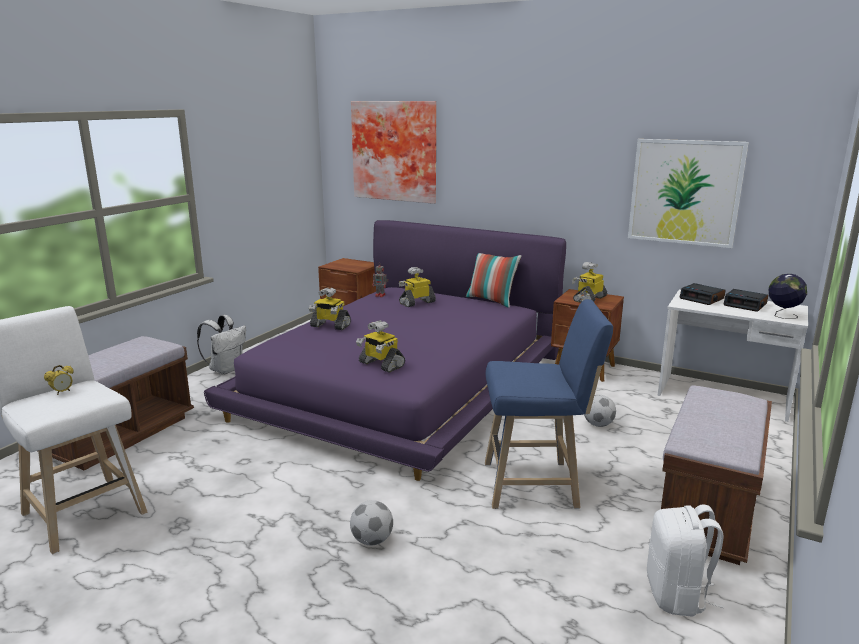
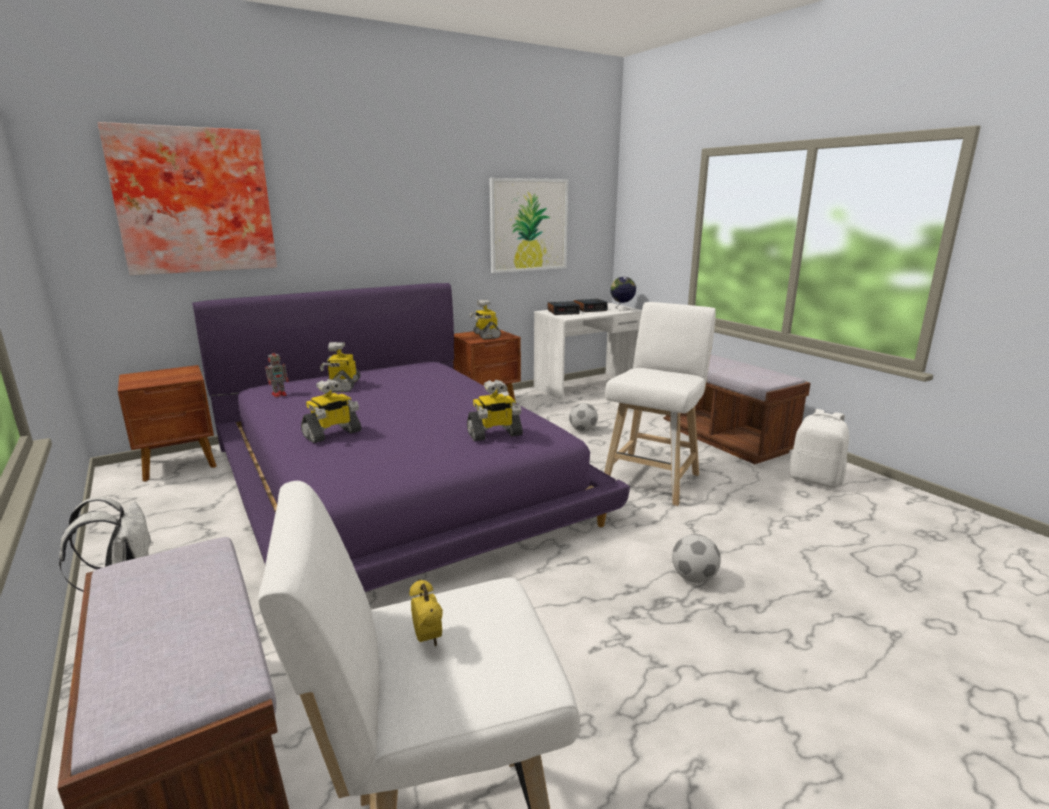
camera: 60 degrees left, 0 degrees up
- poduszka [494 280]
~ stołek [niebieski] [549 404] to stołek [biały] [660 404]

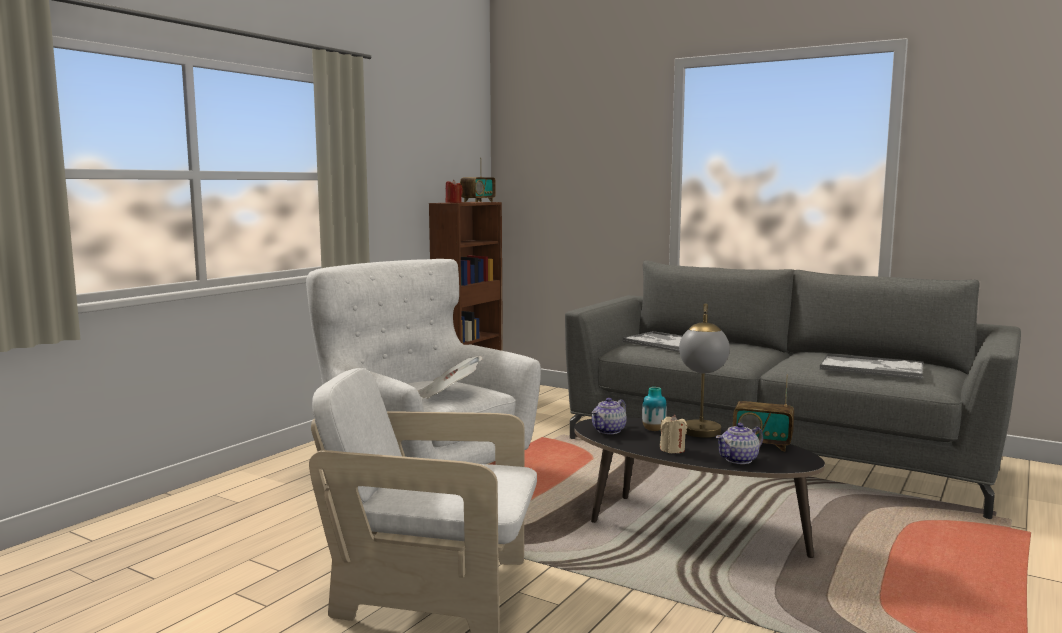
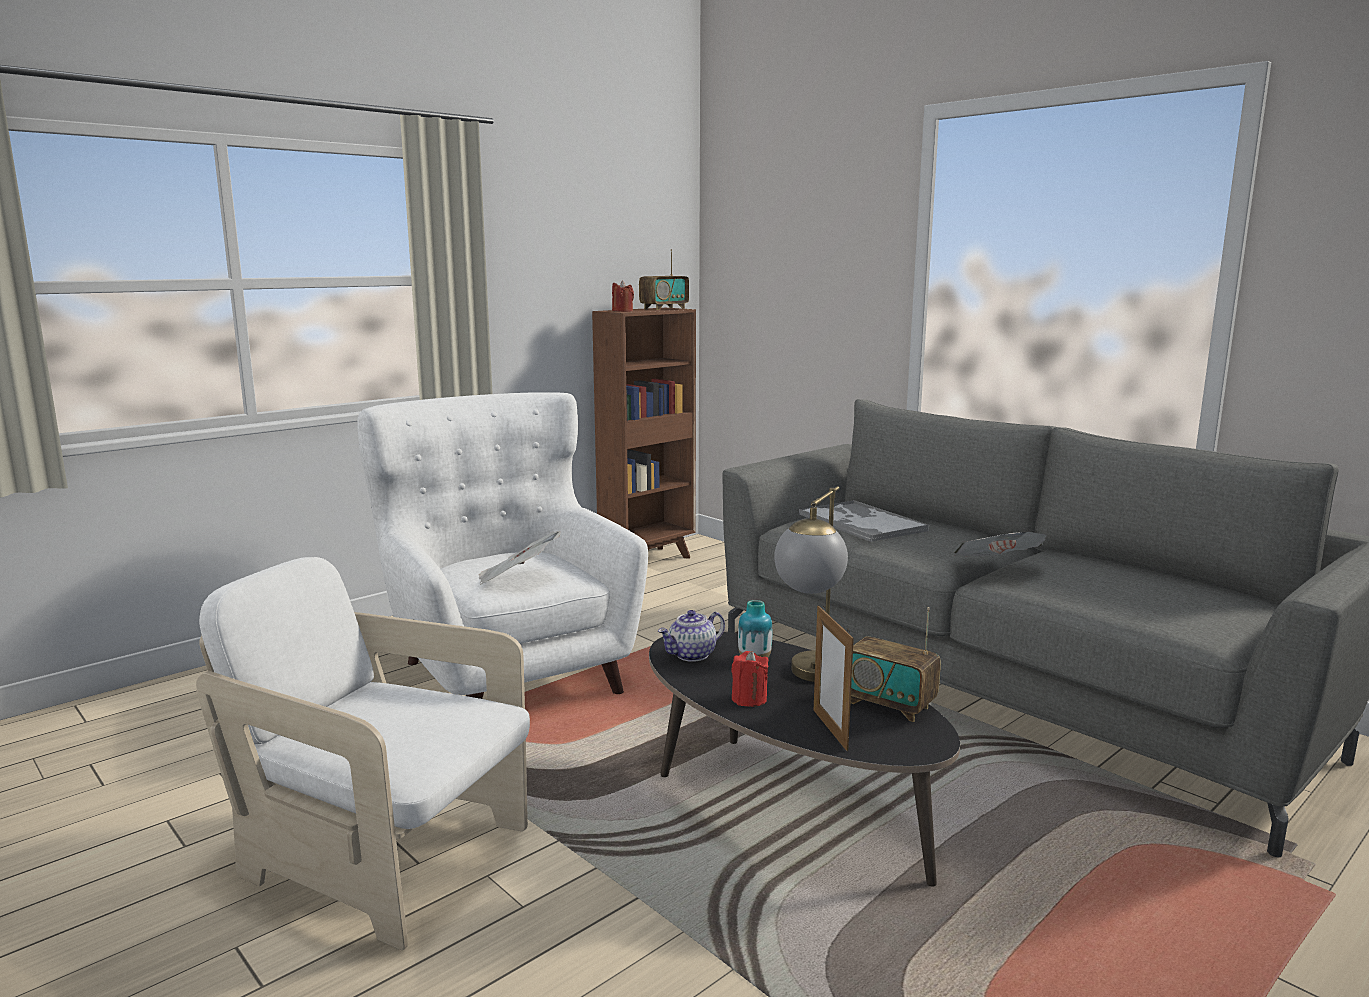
camera: 15 degrees right, 5 degrees up
~ świeca [beżowy] [673 434] to świeca [czerwony] [750 679]
~ imbryk [739 443] to ramka na zdjęcie [834 678]
- taca [871 366]
+ gazeta [999 544]

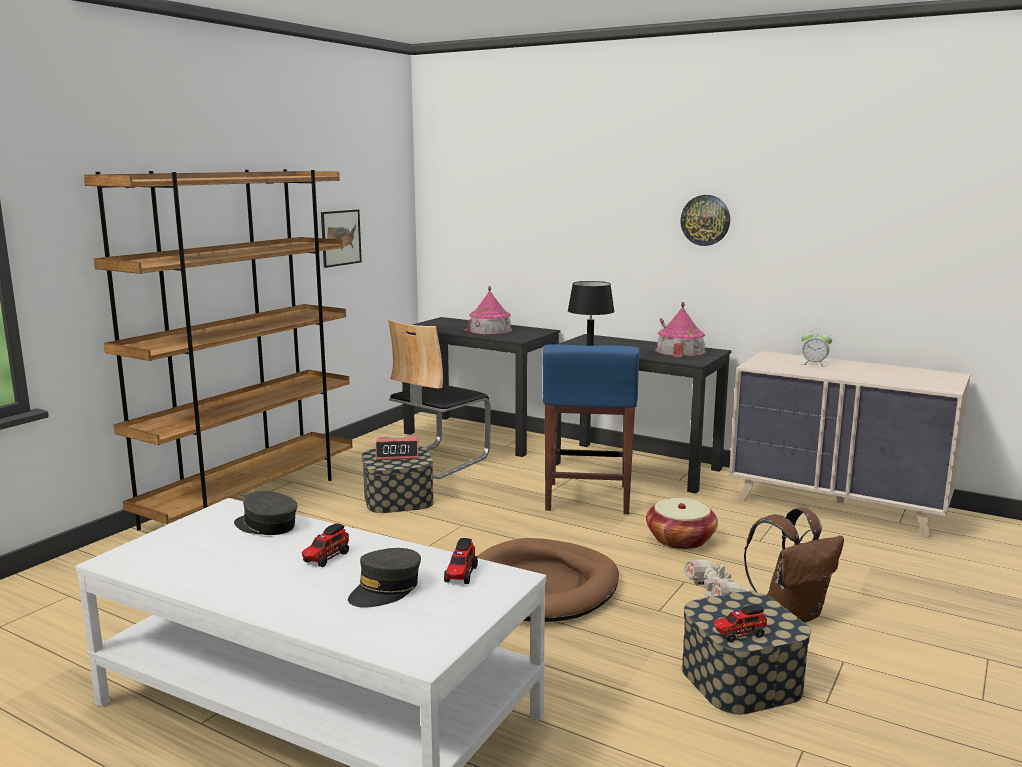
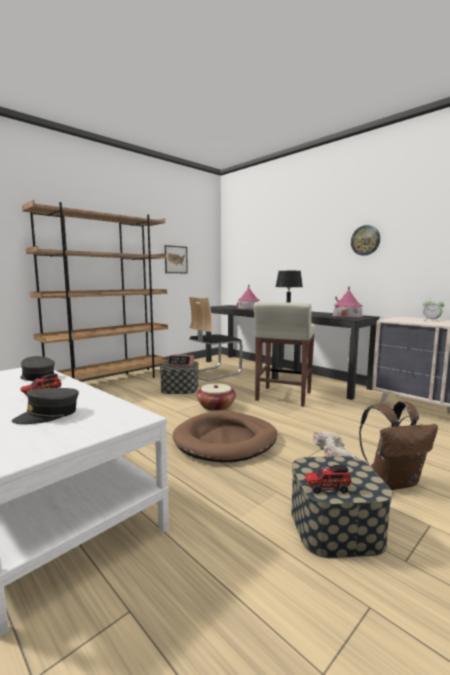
camera: 15 degrees right, 5 degrees down
- ciężarówka zabawkowa [461 561]
~ stołek [niebieski] [591 429] to stołek [beżowy] [285 354]
~ koszyk [682 523] to [216 397]

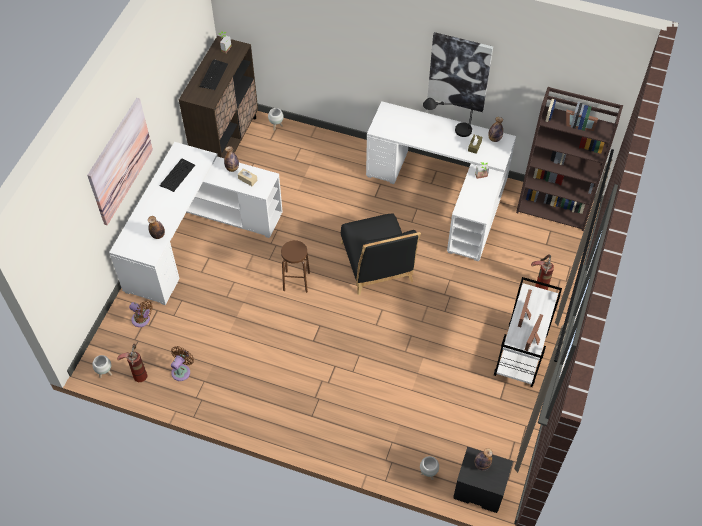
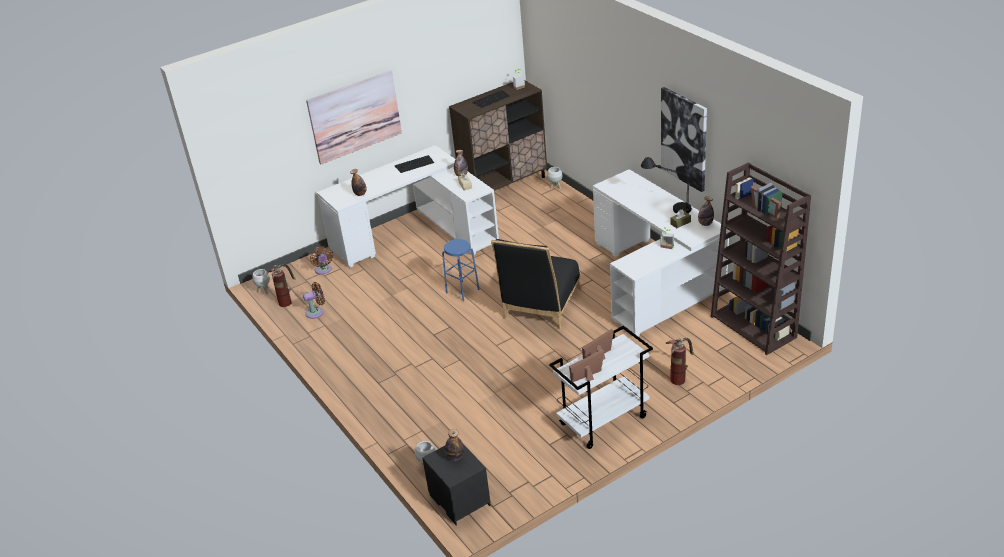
camera: 40 degrees right, 20 degrees down
~ stołek [brązowy] [295 266] to stołek [niebieski] [461 270]

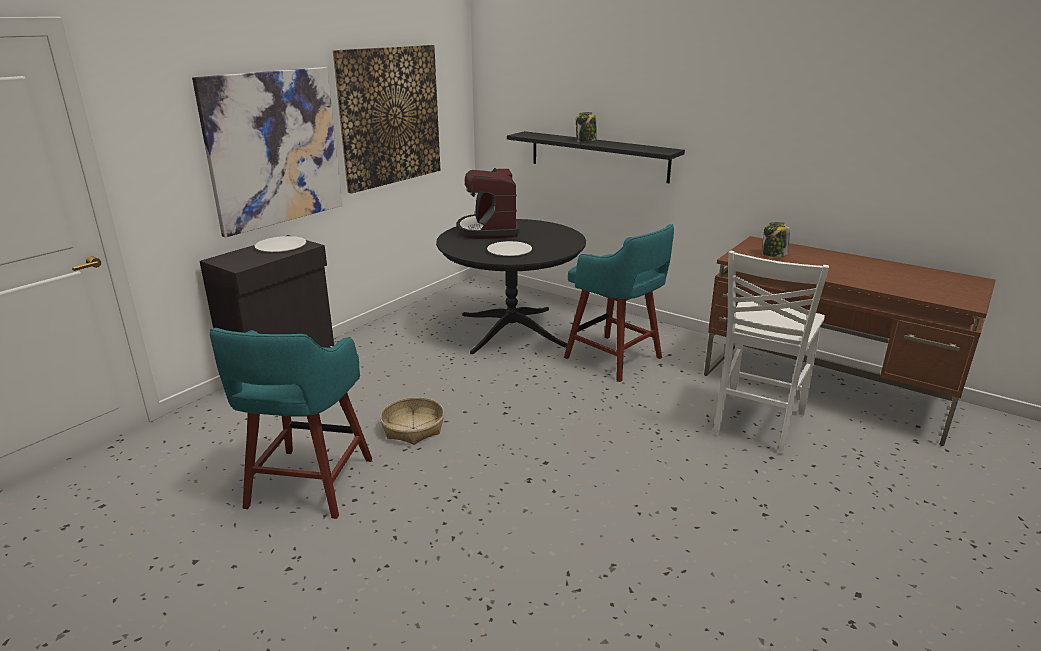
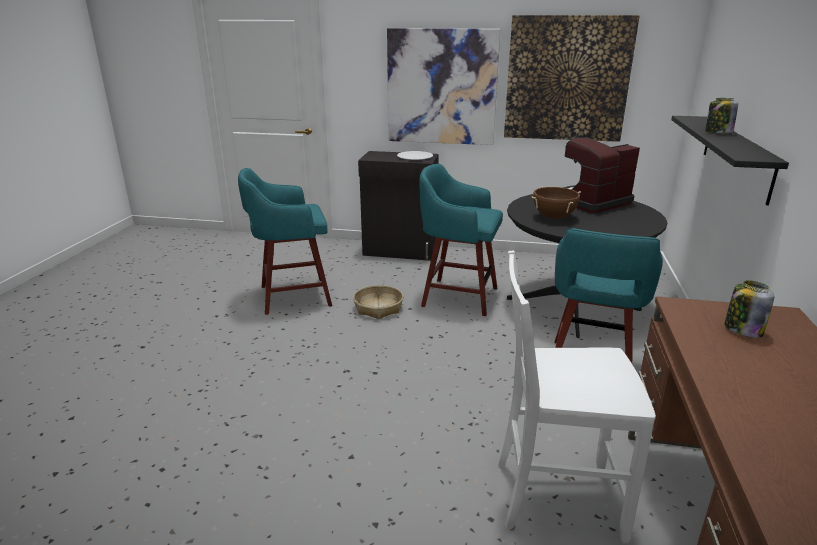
camera: 65 degrees right, 0 degrees up
~ talerz [biały] [509 248] to garnek [brązowy] [556 203]
+ stołek [turkusowy] [461 240]

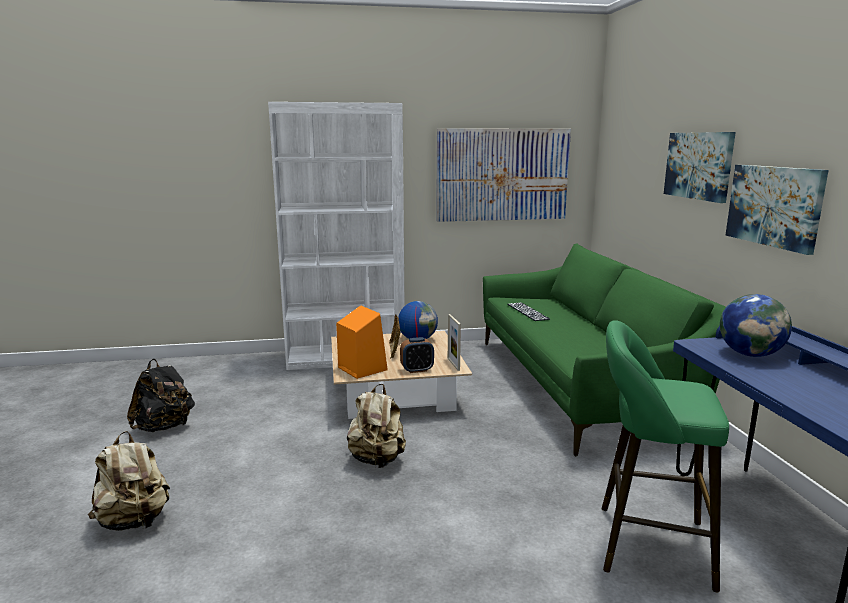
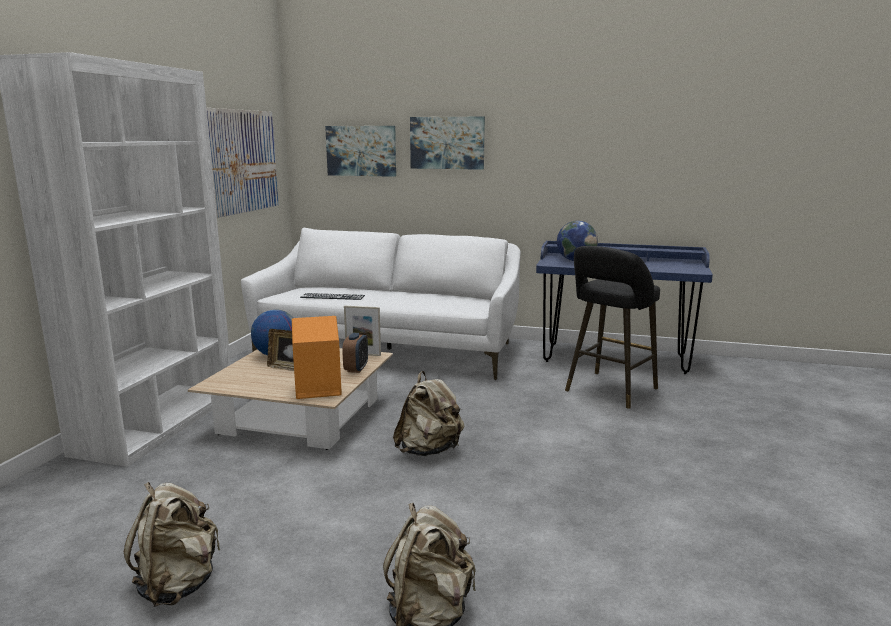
camera: 65 degrees left, 0 degrees up
~ plecak [czarny] [161 395] to plecak [beżowy] [172 544]
~ kanapa [zielony] [604 349] to kanapa [biały] [381 304]
~ stołek [zielony] [665 456] to stołek [czarny] [612 327]
~ obraz [777 210] to [360 151]

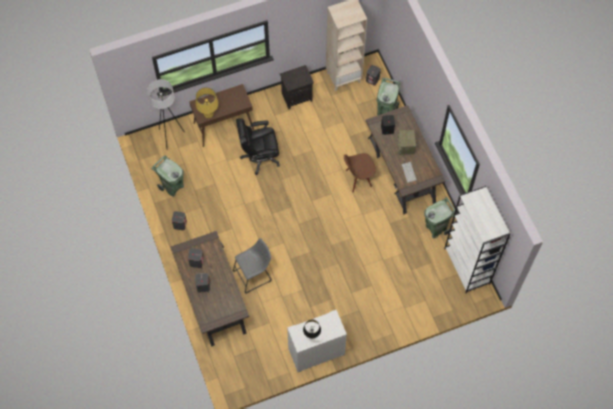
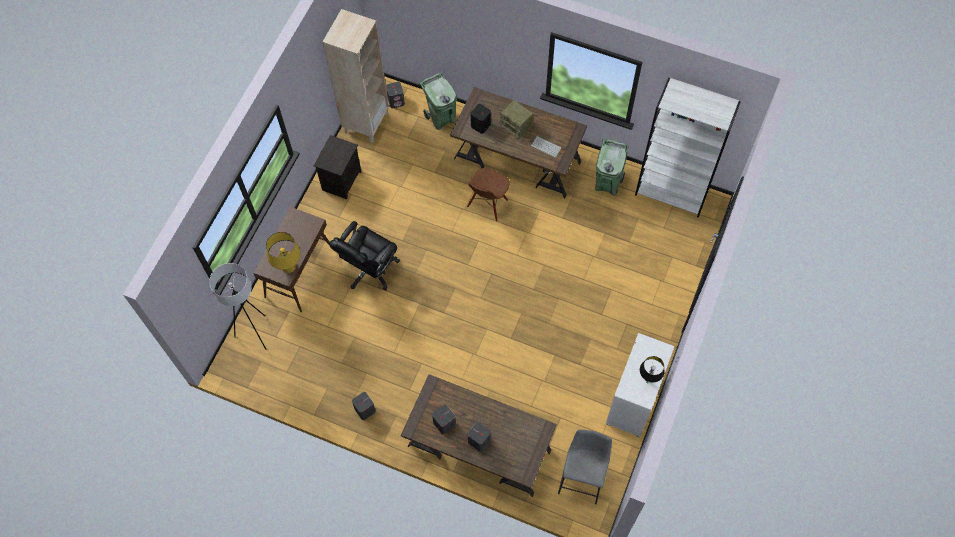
camera: 45 degrees left, 0 degrees up
- kosz na śmieci [zielony] [167 176]
~ stołek [szary] [252 266] to [585 467]

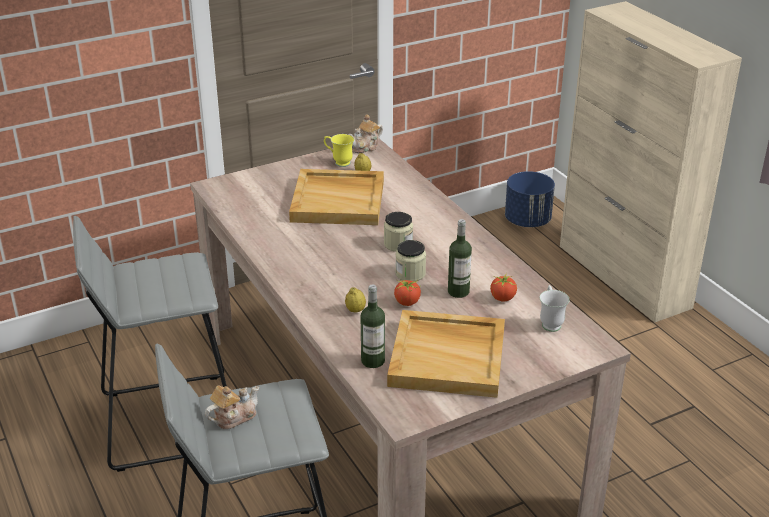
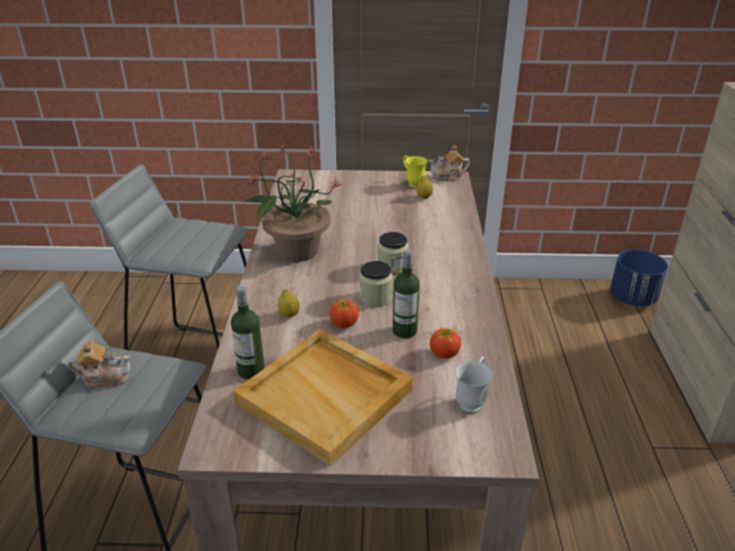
camera: 30 degrees right, 0 degrees up
- taca [beżowy] [336 197]
+ roślina doniczkowa [293 202]

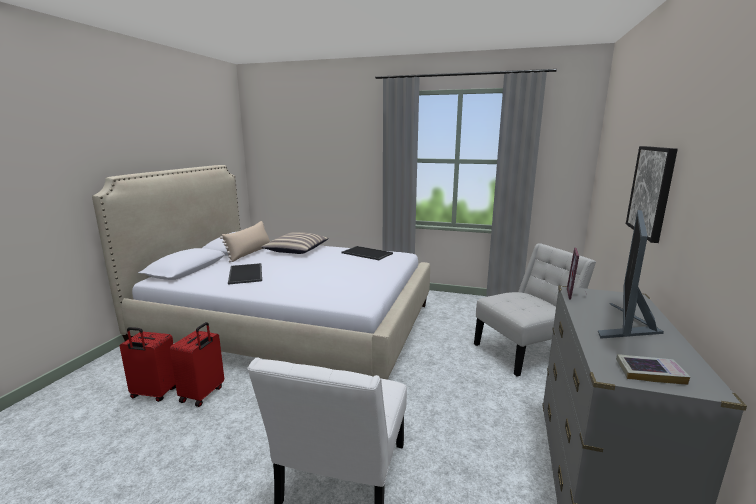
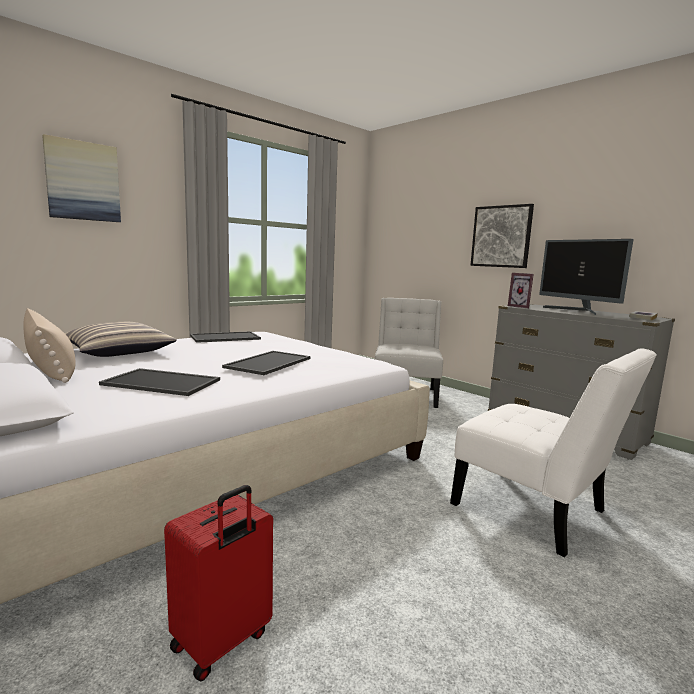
camera: 60 degrees left, 5 degrees down
- walizka [czerwony] [197 364]
+ obraz [81 178]
+ taca [266 363]

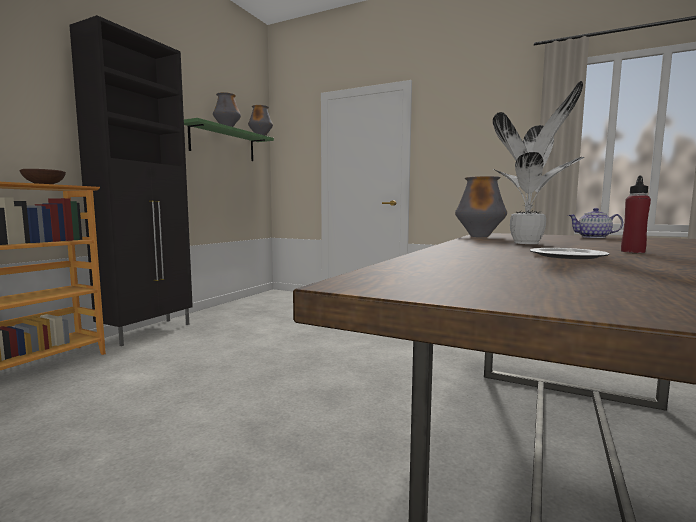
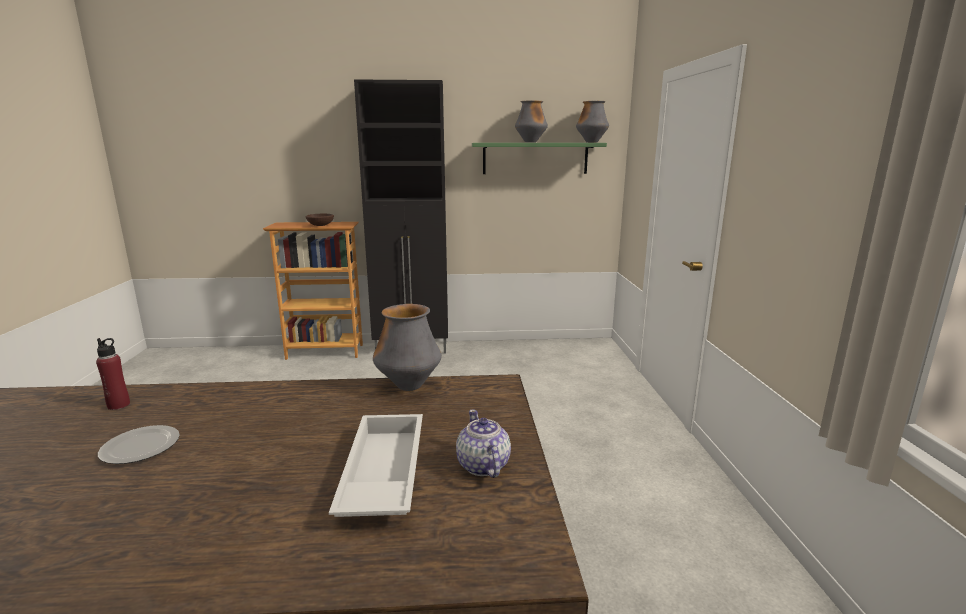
camera: 60 degrees right, 10 degrees up
- roślina doniczkowa [538 162]
~ butelka [czerwony] [636 214] to [113 374]
+ taca [biały] [376 465]

